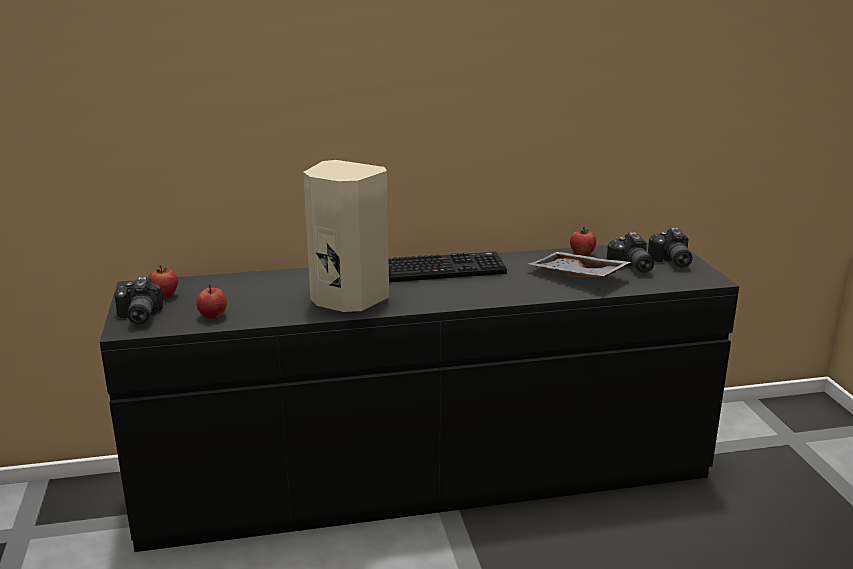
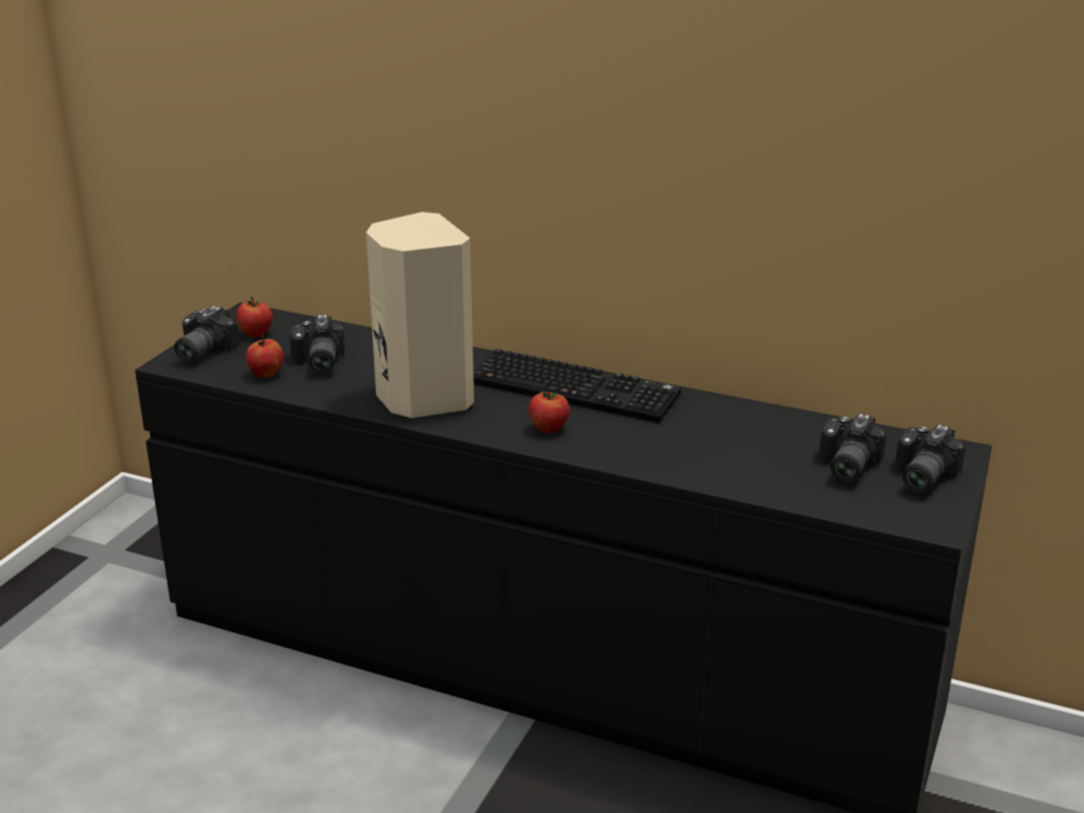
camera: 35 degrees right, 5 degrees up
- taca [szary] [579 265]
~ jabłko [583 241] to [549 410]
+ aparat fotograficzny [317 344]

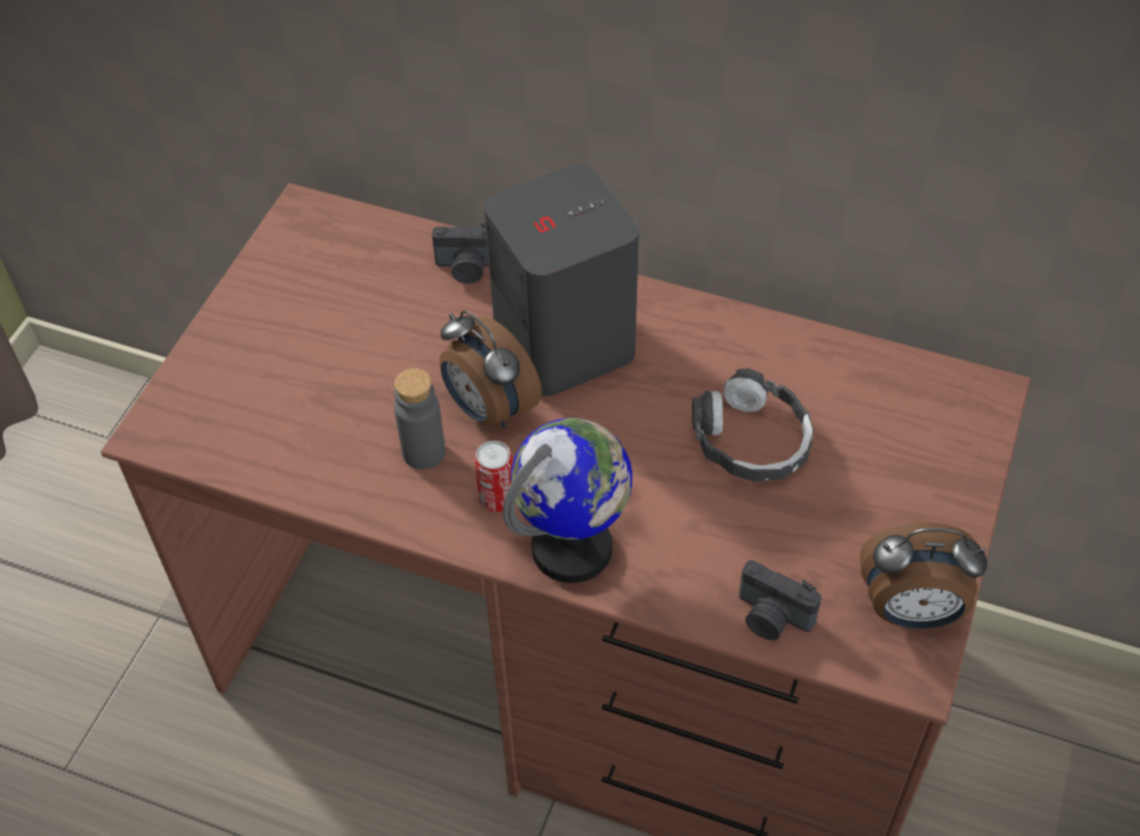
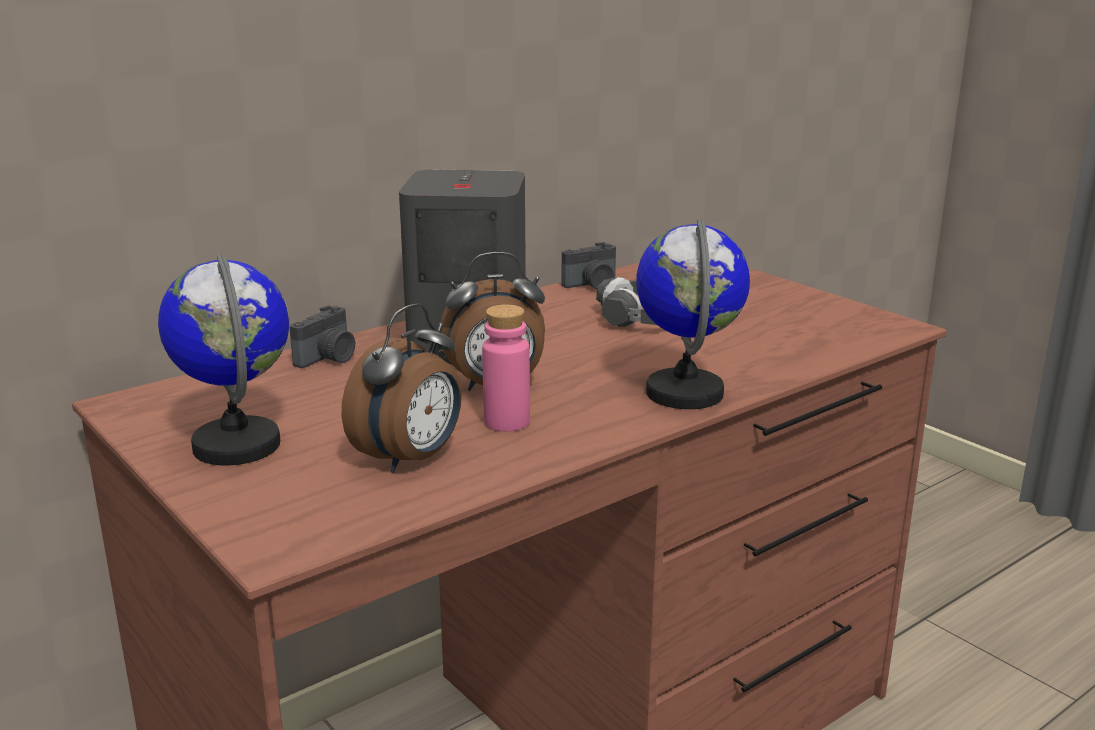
camera: 60 degrees left, 30 degrees down
~ butelka [szary] [419 418] to butelka [różowy] [506 367]
- puszka [493 476]
~ aparat fotograficzny [780 600] to [588 265]
~ budzik [923 575] to [402 388]
+ globus [223 359]

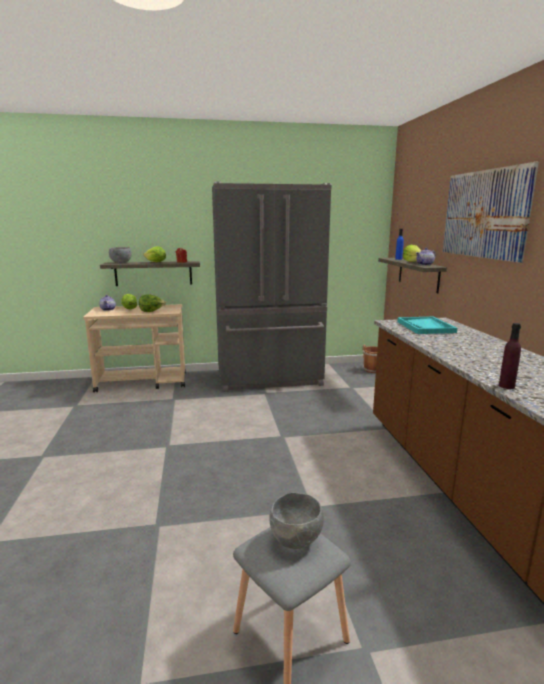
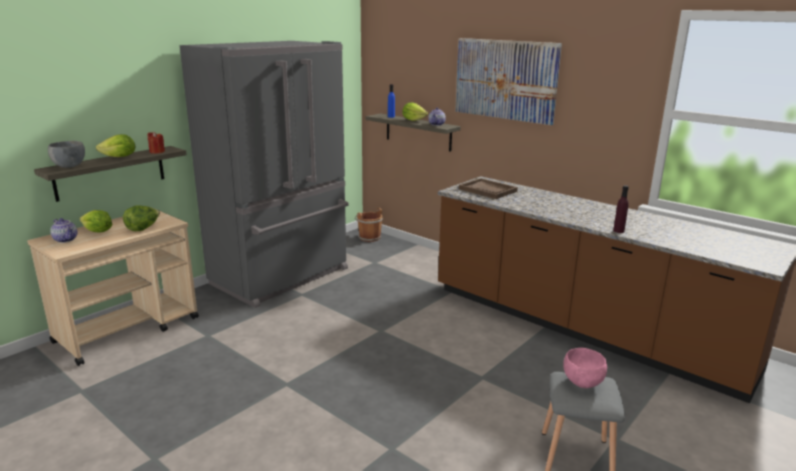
camera: 40 degrees left, 5 degrees up
~ miska [szary] [296 520] to miska [różowy] [585 368]
~ taca [turkusowy] [427 325] to taca [brązowy] [488 188]

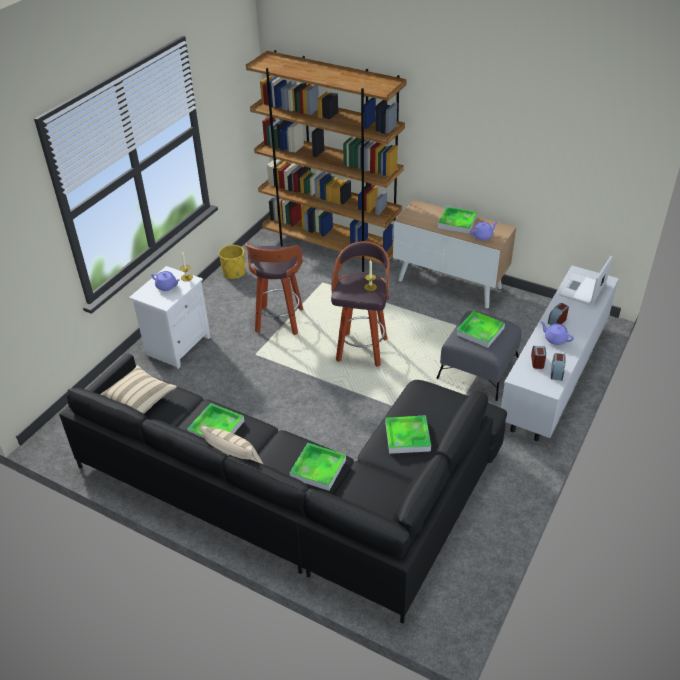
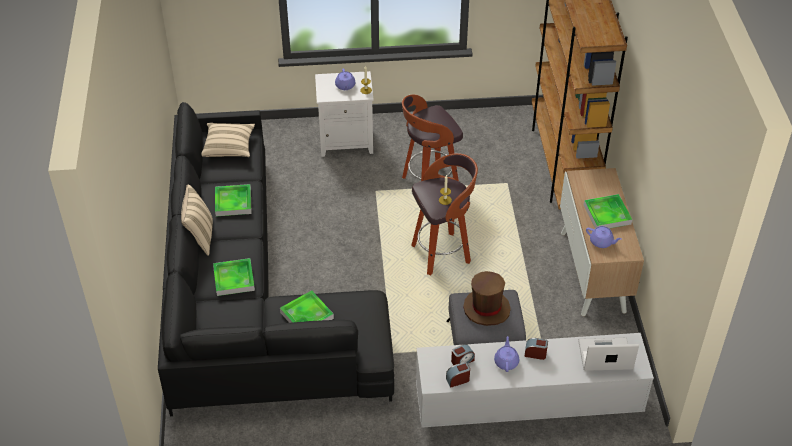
camera: 55 degrees right, 5 degrees up
- donica [żółty] [232 262]
~ taca [480 329] to kapelusz [brązowy] [487 298]

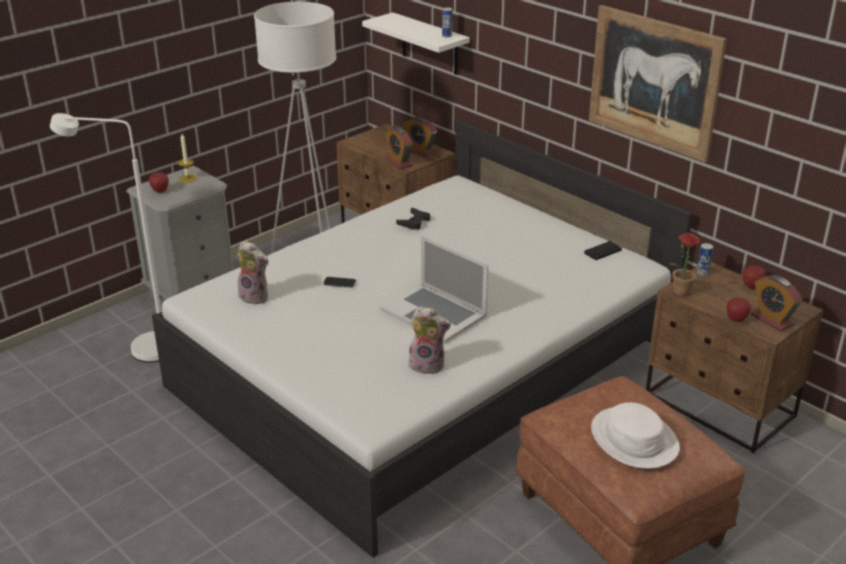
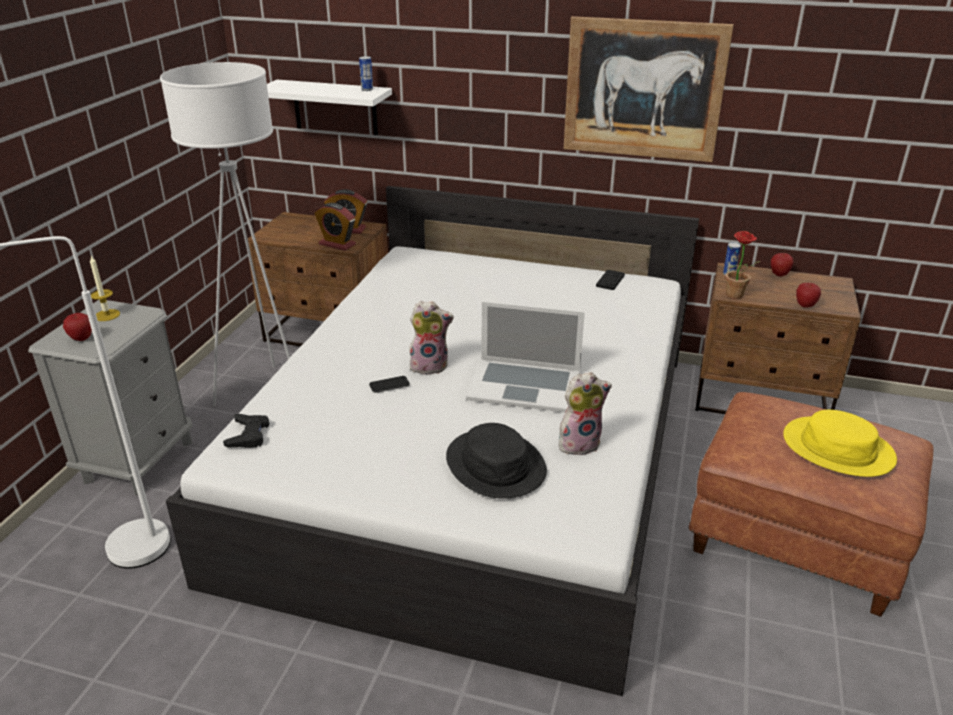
camera: 30 degrees left, 0 degrees up
~ pluszak [253 272] to [431 338]
~ pad do gier [czarny] [413 219] to [246 431]
~ kapelusz [biały] [635 435] to kapelusz [żółty] [840 443]
- budzik [776 303]
+ kapelusz [czarny] [496 461]

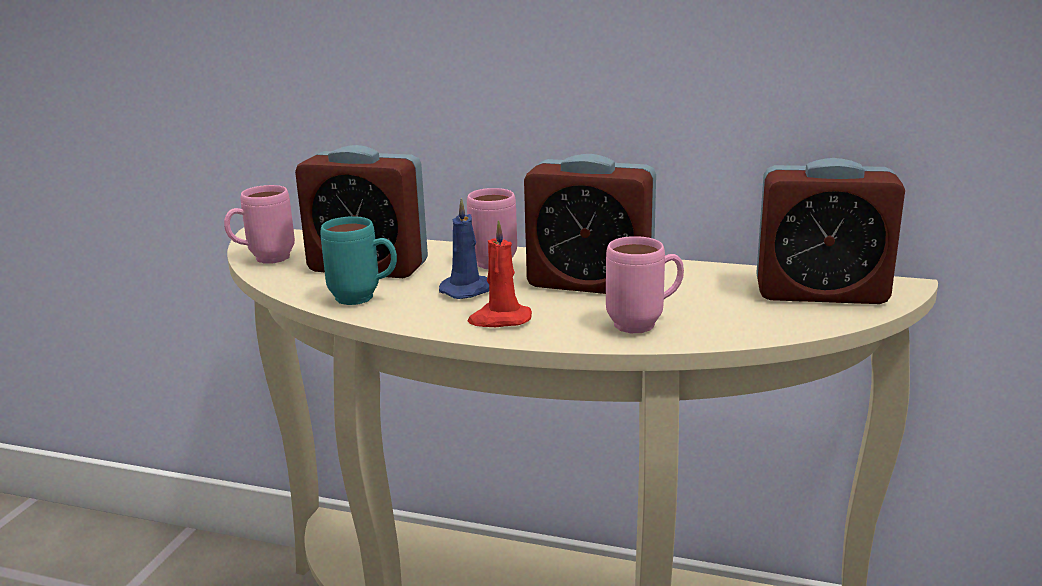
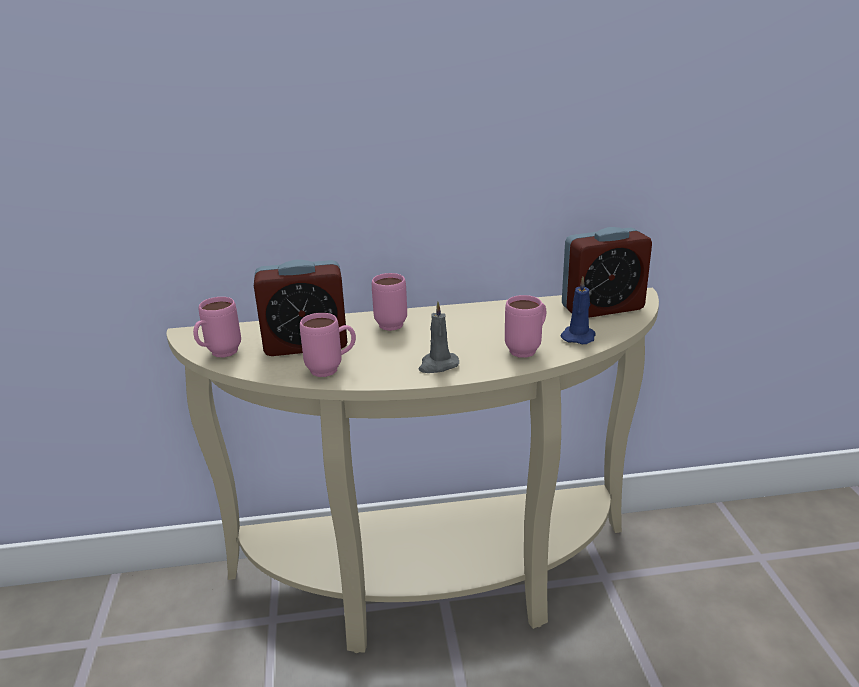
camera: 25 degrees left, 5 degrees up
~ kubek [turkusowy] [358 260] to kubek [różowy] [328 345]
~ świeca [niebieski] [464 248] to [578 310]
~ świeca [czerwony] [500 273] to świeca [szary] [439 337]
- budzik [590 224]

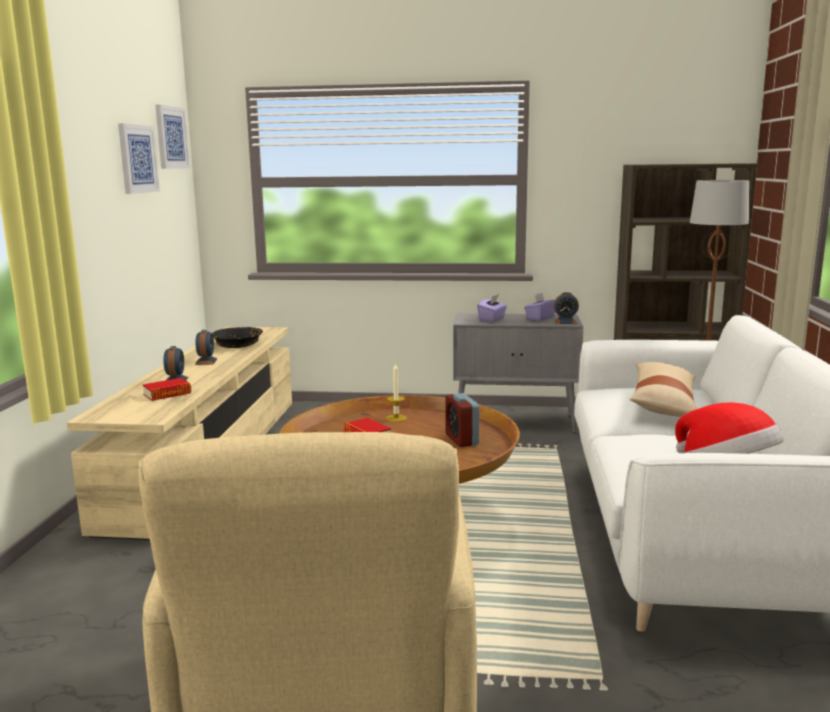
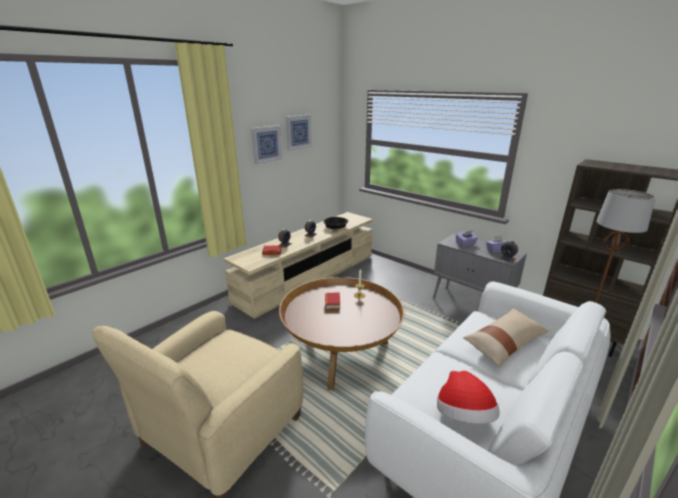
camera: 35 degrees right, 10 degrees up
~ obraz [172 136] to [266 144]
- budzik [462 420]

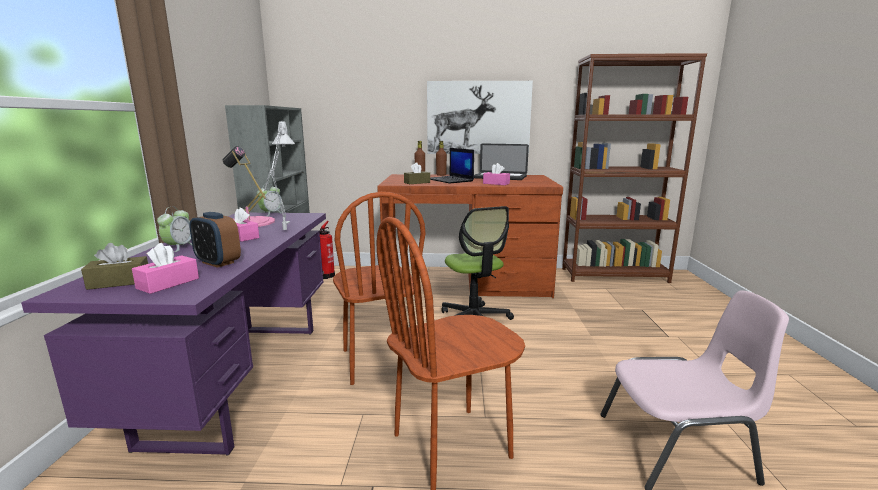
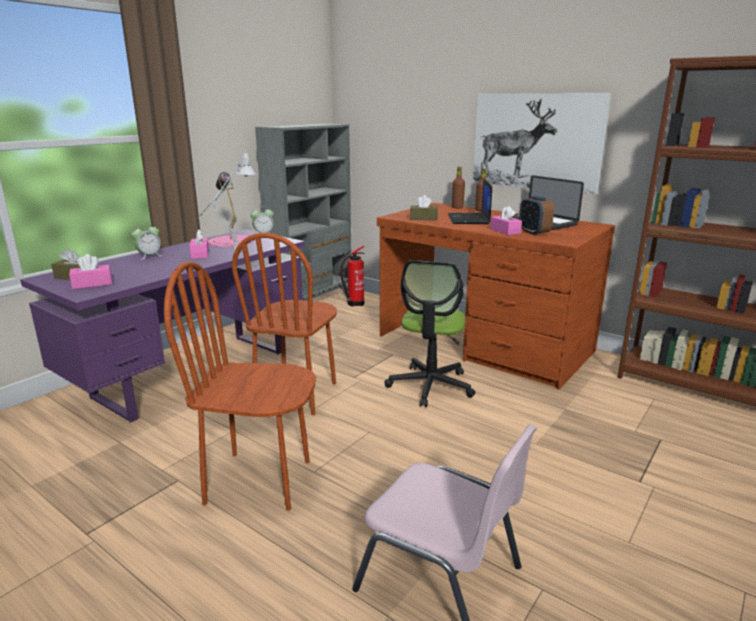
camera: 35 degrees right, 5 degrees up
~ budzik [215 240] to [536 215]

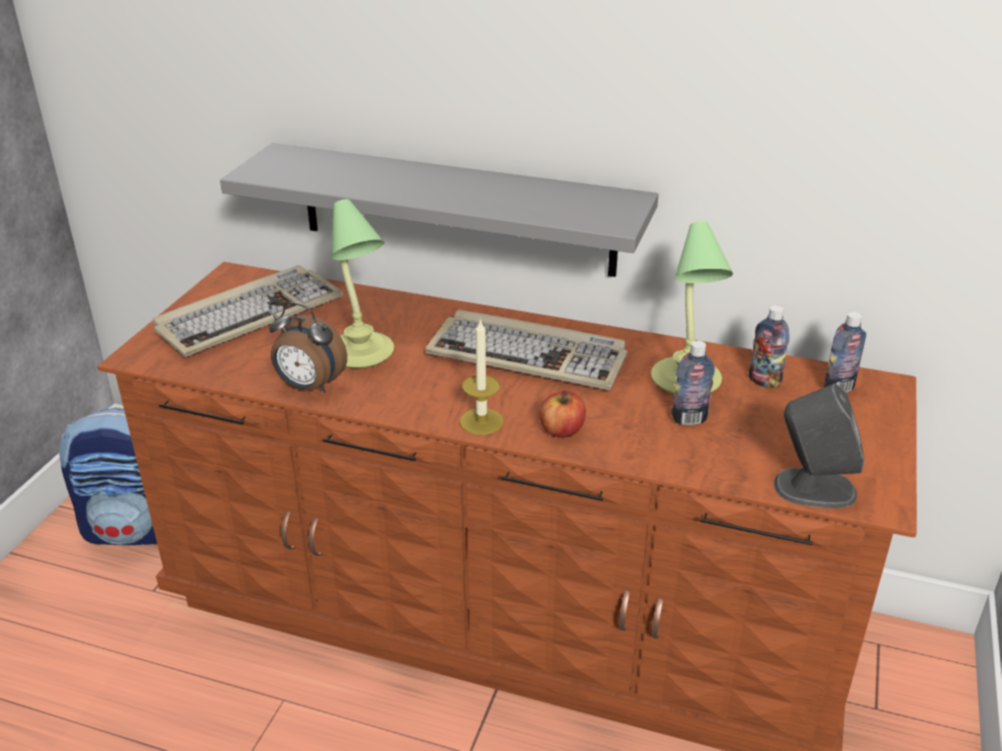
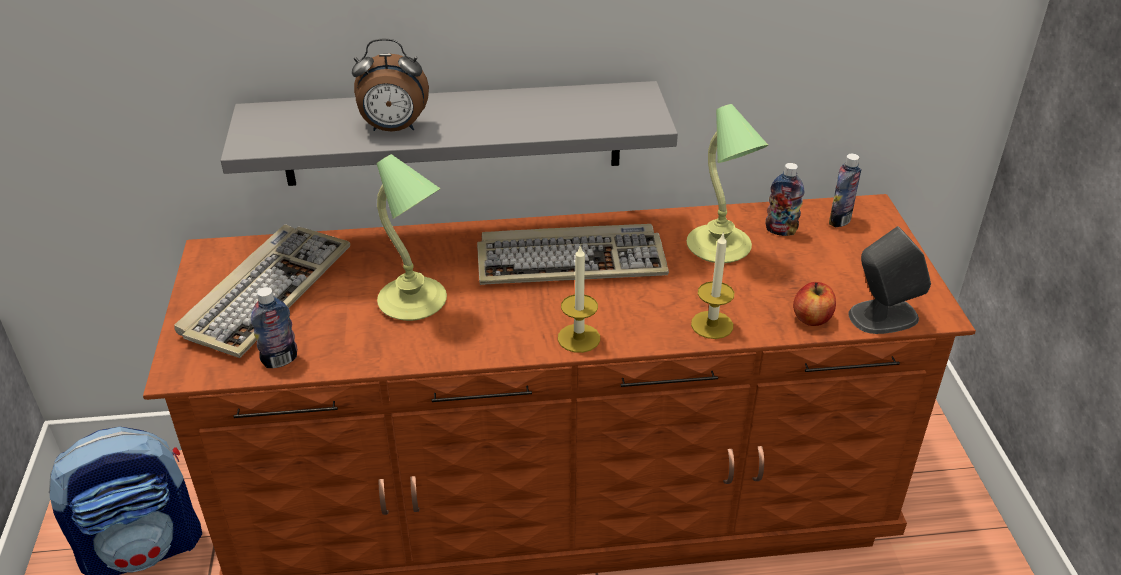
camera: 25 degrees left, 5 degrees up
~ budzik [308 347] to [390 85]
~ jabłko [563 414] to [814 304]
~ butelka [693 383] to [274 327]
+ świeca [712 286]

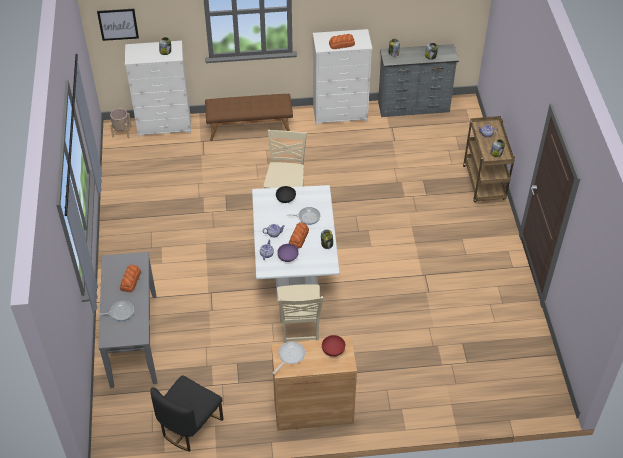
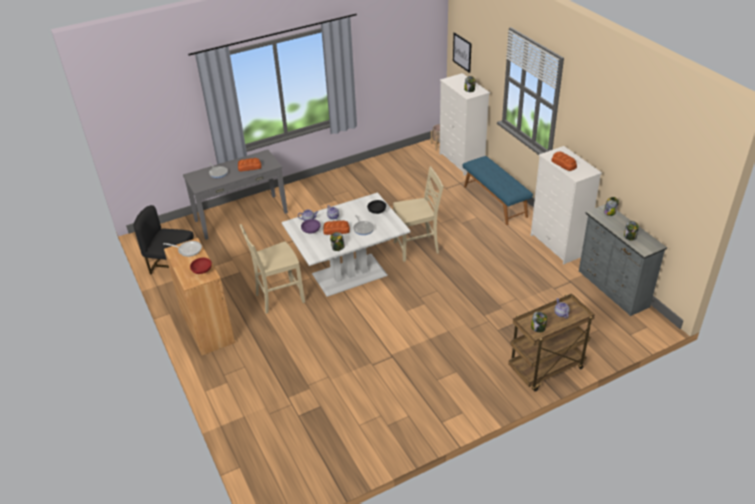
camera: 70 degrees right, 10 degrees down
~ ławka [brązowy] [249 117] to ławka [niebieski] [498 190]

